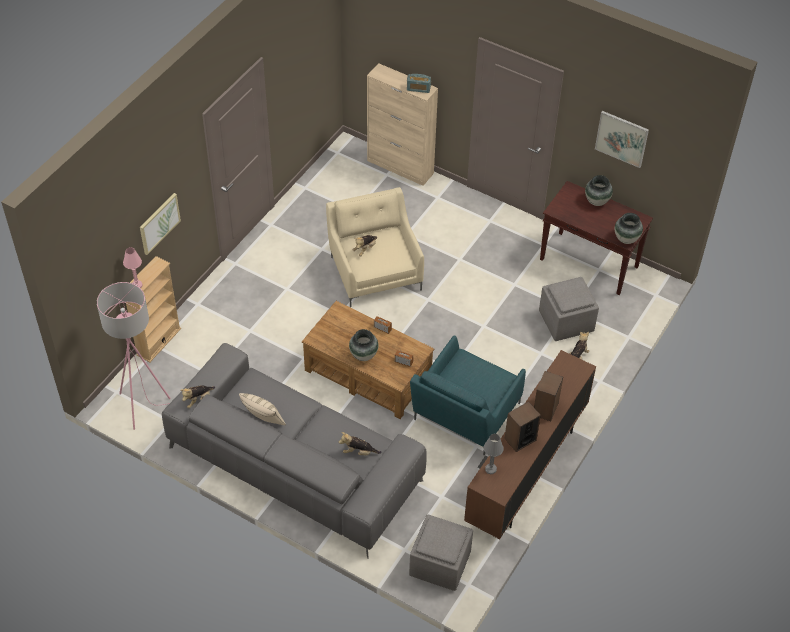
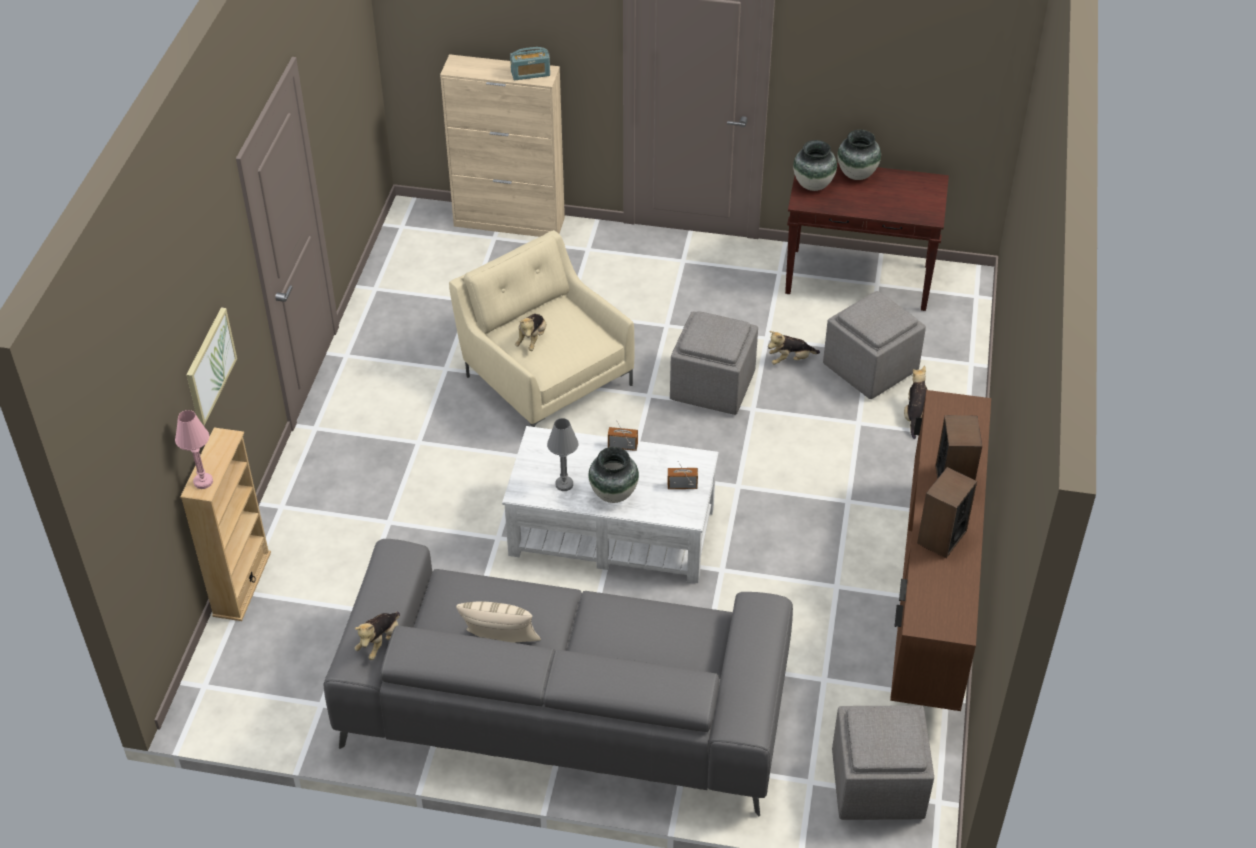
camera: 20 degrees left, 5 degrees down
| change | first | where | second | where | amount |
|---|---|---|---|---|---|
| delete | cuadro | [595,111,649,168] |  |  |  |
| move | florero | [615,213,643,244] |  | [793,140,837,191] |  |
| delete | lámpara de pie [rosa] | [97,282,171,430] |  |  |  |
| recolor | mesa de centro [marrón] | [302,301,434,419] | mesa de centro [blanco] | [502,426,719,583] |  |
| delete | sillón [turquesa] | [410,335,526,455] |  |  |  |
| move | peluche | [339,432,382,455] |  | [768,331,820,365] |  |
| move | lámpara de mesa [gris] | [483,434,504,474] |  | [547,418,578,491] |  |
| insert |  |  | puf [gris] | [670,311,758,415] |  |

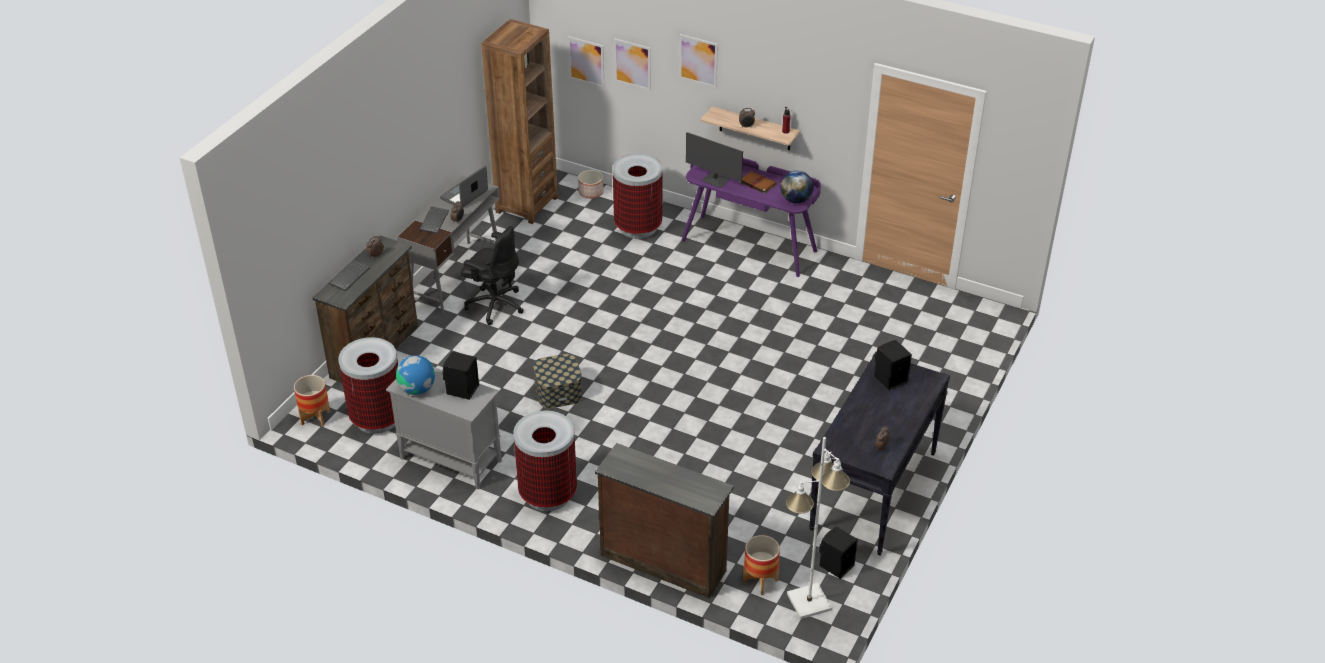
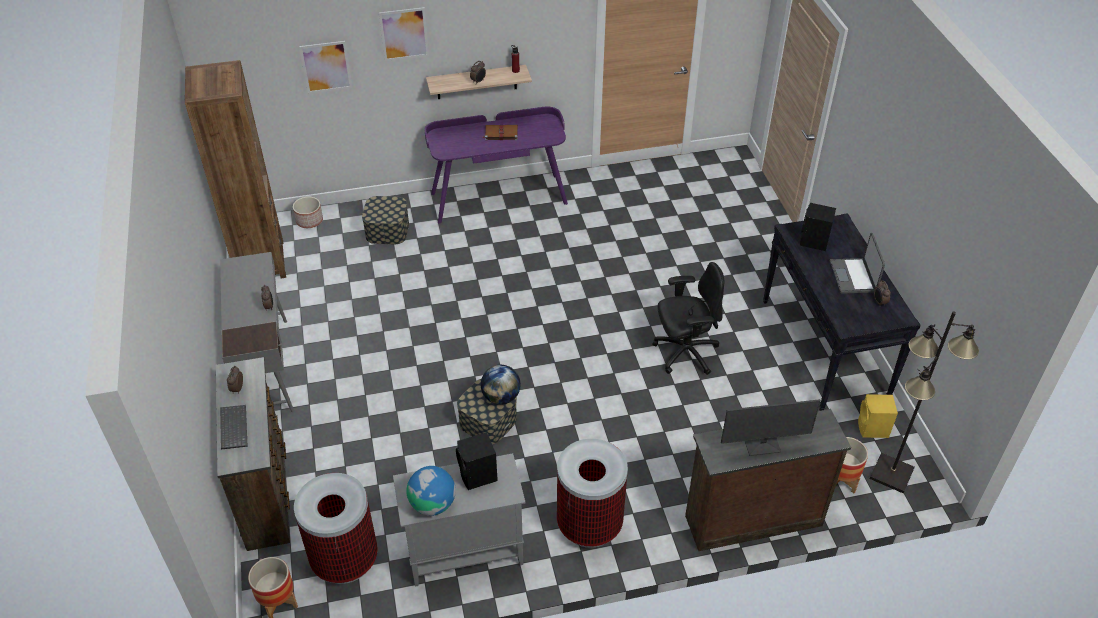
camera: 40 degrees left, 5 degrees up
| change | first | where | second | where | amount |
|---|---|---|---|---|---|
| delete | cuadro | [568,36,604,88] |  |  |  |
| move | monitor | [686,132,743,188] |  | [721,399,821,456] |  |
| replace | papelera | [613,154,662,239] | caja de almacenaje | [362,196,409,244] |  |
| move | portátil | [440,165,488,207] |  | [830,233,885,294] |  |
| move | globo terráqueo | [780,170,813,203] |  | [481,365,521,405] |  |
| delete | teclado | [419,206,449,234] |  |  |  |
| move | silla de oficina [negro] | [460,226,524,325] |  | [652,262,724,375] |  |
| recolor | lámpara de pie [blanco] | [786,437,850,619] | lámpara de pie [negro] | [870,311,979,493] |  |
| recolor | altavoz [negro] | [819,526,858,579] | altavoz [amarillo] | [858,394,898,438] |  |

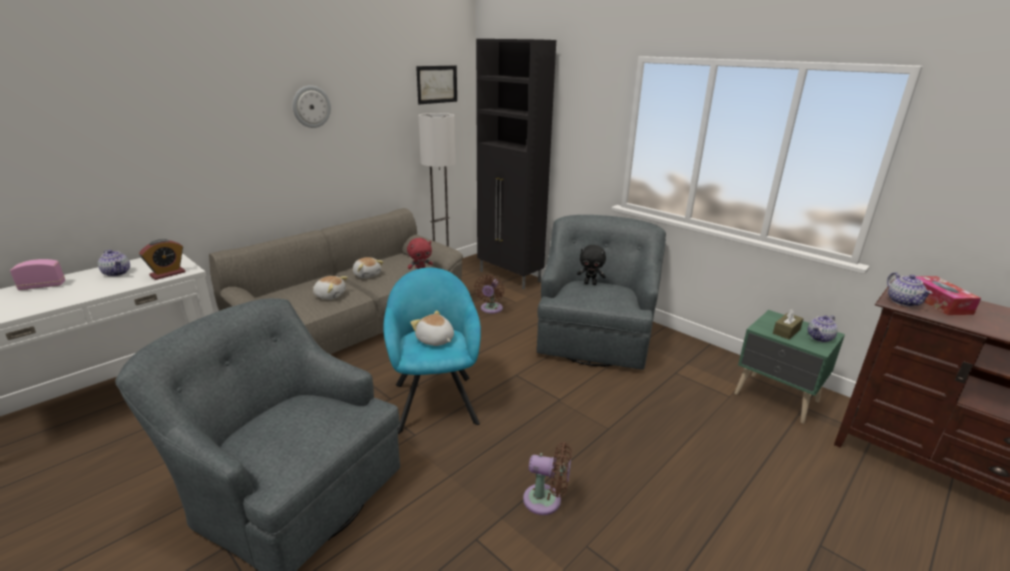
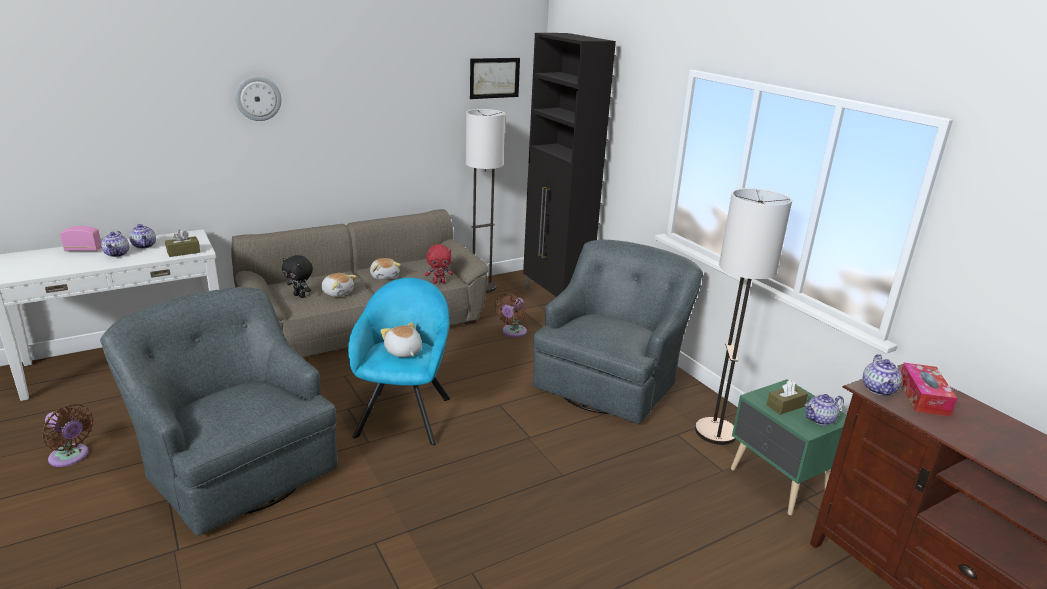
camera: 15 degrees right, 0 degrees up
| change | first | where | second | where | amount |
|---|---|---|---|---|---|
| move | reloj de pared | [293,85,331,128] |  | [235,76,281,121] |  |
| replace | despertador | [139,239,186,280] | caja de pañuelos [marrón] | [165,230,200,257] |  |
| move | peluche [negro] | [577,245,606,285] |  | [282,255,313,298] |  |
| move | ventilador [marrón] | [523,442,572,515] |  | [42,404,94,467] |  |
| insert |  |  | lámpara de pie | [695,188,792,445] |  |
| insert |  |  | tetera | [101,231,129,257] |  |

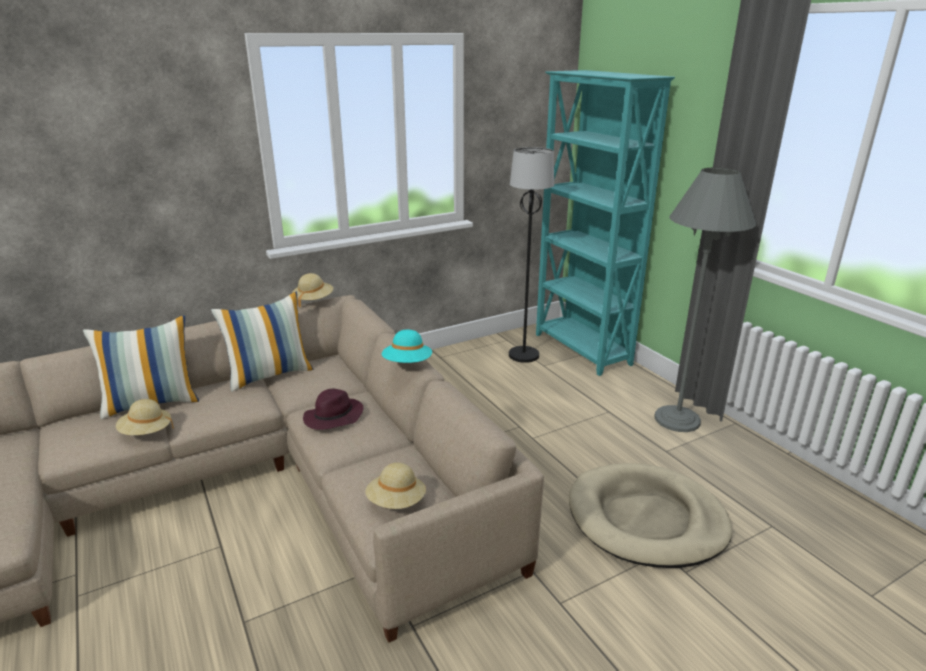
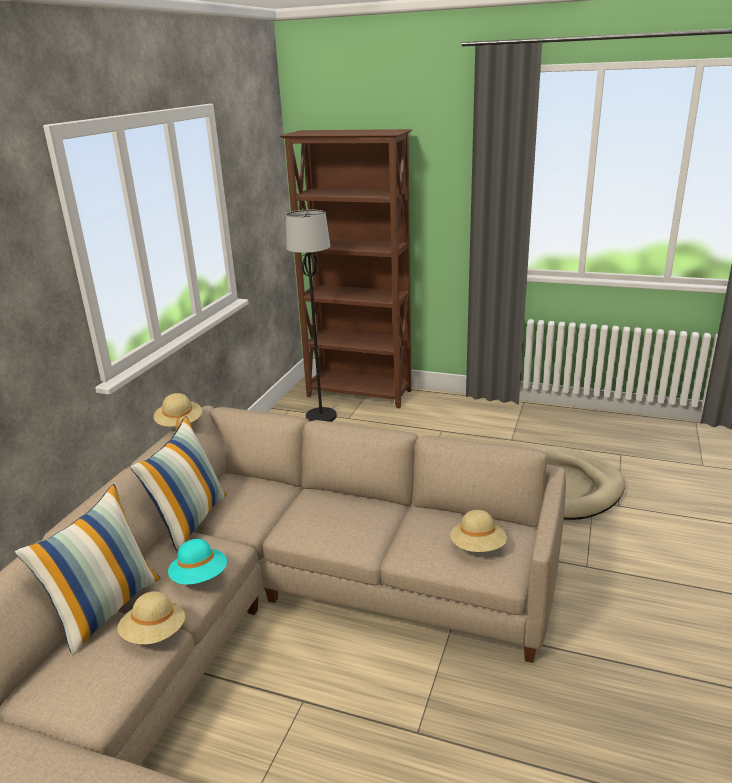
camera: 40 degrees left, 0 degrees up
| change | first | where | second | where | amount |
|---|---|---|---|---|---|
| recolor | estantería [turquesa] | [536,70,675,376] | estantería [marrón] | [279,129,412,408] |  |
| delete | lámpara de pie [gris] | [654,168,756,432] |  |  |  |
| move | sombrero [turquesa] | [382,330,432,363] |  | [168,539,227,585] |  |
| delete | sombrero [morado] | [303,389,364,430] |  |  |  |

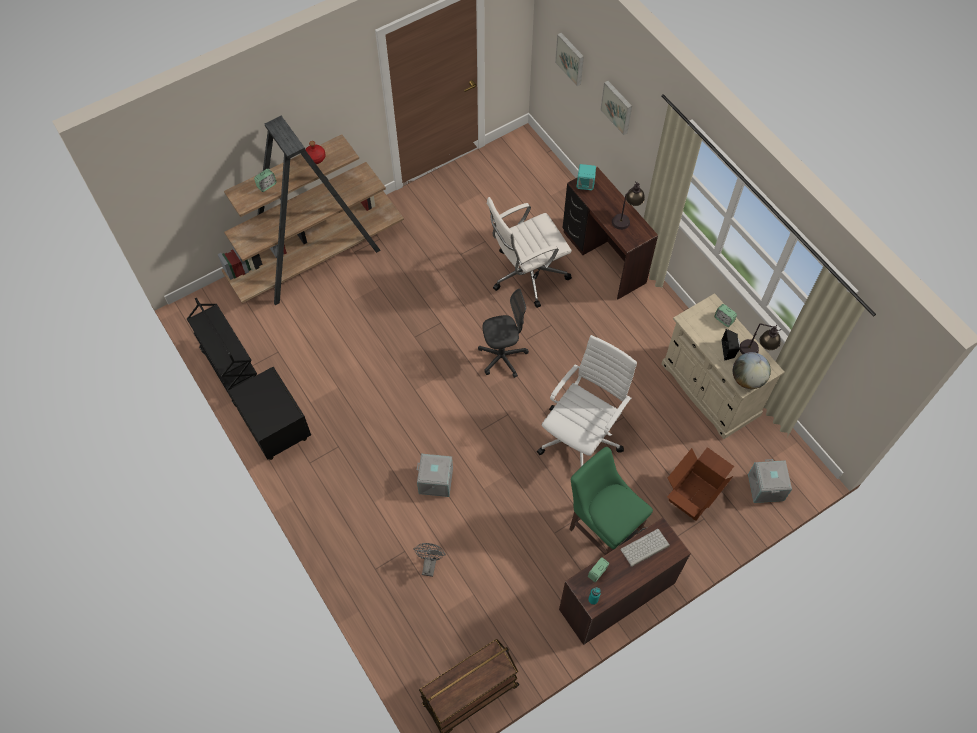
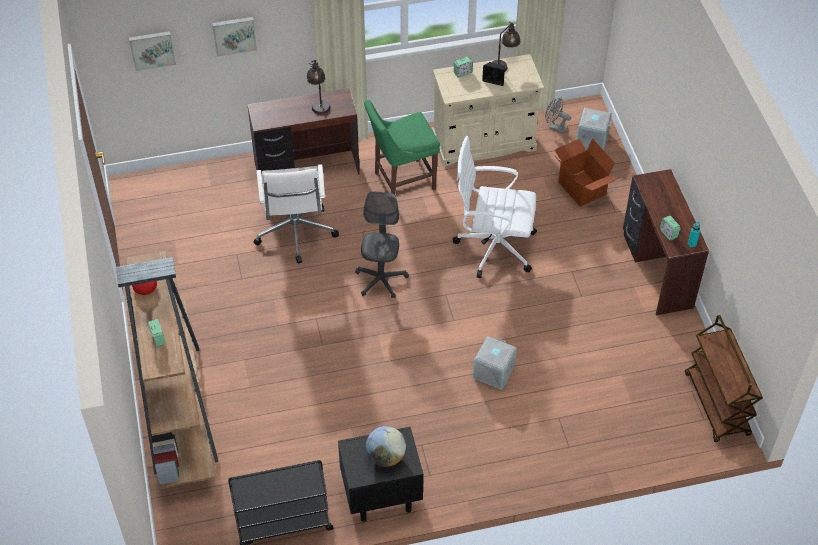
camera: 70 degrees left, 10 degrees down
| change | first | where | second | where | amount |
|---|---|---|---|---|---|
| delete | altavoz [turquesa] | [577,164,596,190] |  |  |  |
| rotate | silla de oficina [blanco] | [537,335,637,467] |  | [453,136,537,278] | 45 degrees counterclockwise |
| move | globo terráqueo | [733,352,771,389] |  | [366,426,406,467] |  |
| move | silla [verde] | [569,447,653,555] |  | [364,100,440,194] |  |
| delete | teclado | [620,529,670,567] |  |  |  |
| move | ventilador [gris] | [413,543,446,577] |  | [545,97,571,134] |  |

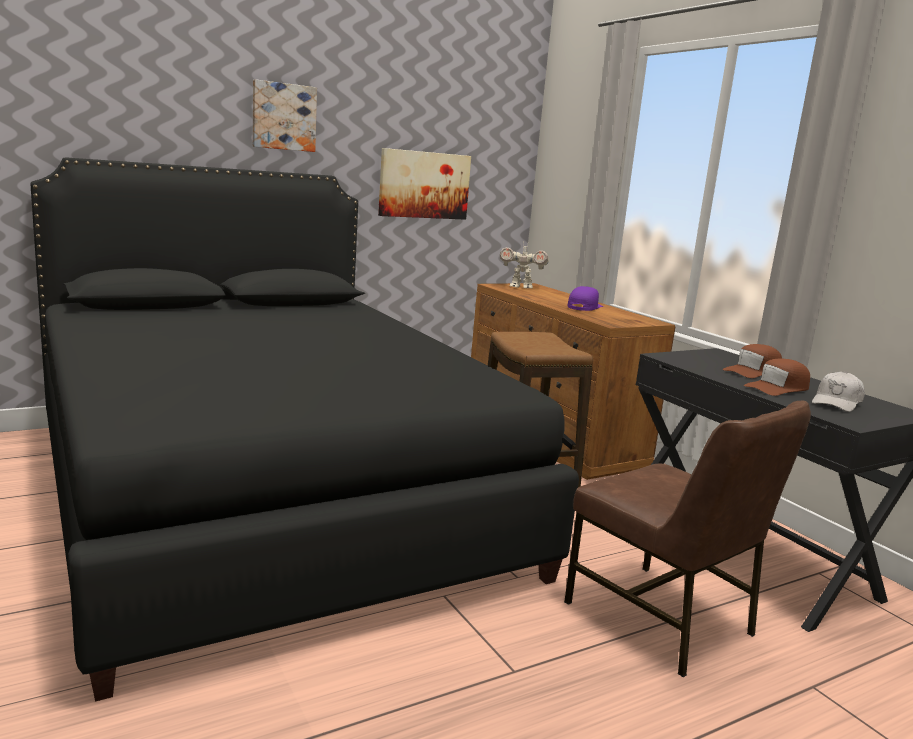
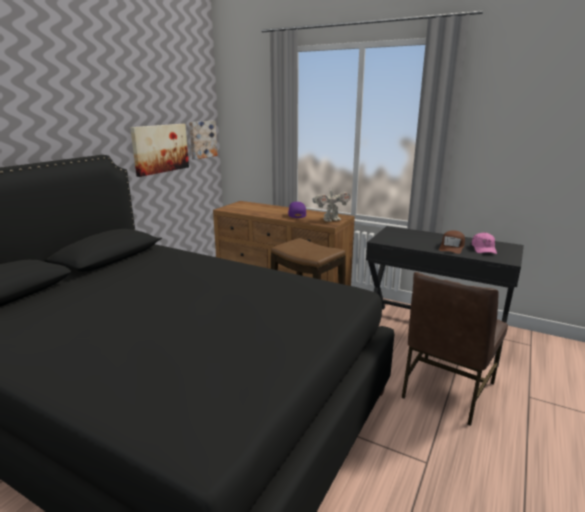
camera: 30 degrees left, 5 degrees up
| change | first | where | second | where | amount |
|---|---|---|---|---|---|
| move | cuadro | [253,79,317,152] |  | [189,121,218,160] |  |
| move | robot de juguete | [500,241,549,288] |  | [312,188,351,222] |  |
| delete | gorra [marrón] | [723,344,782,378] |  |  |  |
| recolor | gorra [blanco] | [812,371,865,412] | gorra [rosa] | [471,232,497,254] |  |
| rotate | silla [marrón] | [564,401,811,677] |  | [401,272,508,426] | 105 degrees clockwise |

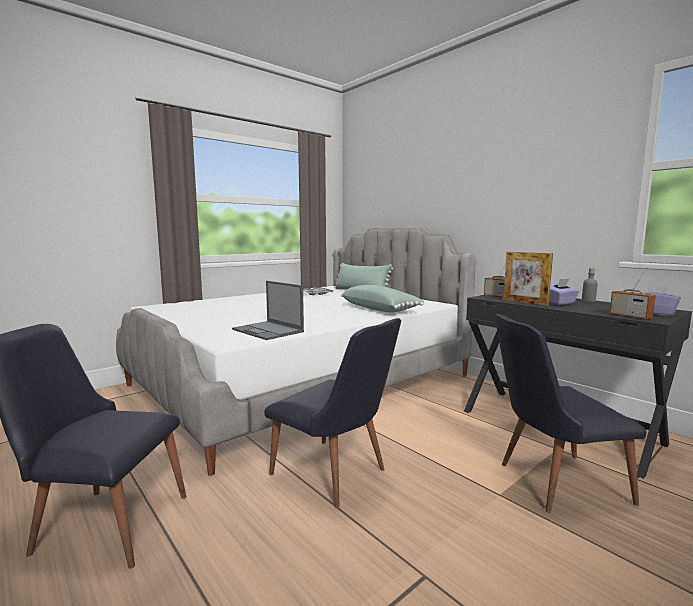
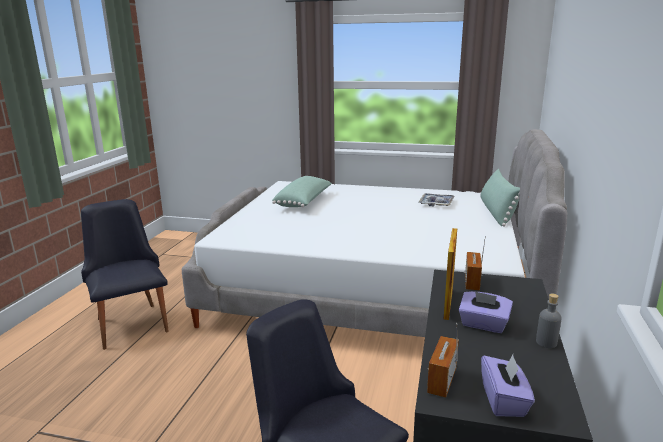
camera: 55 degrees right, 10 degrees up
| change | first | where | second | where | amount |
|---|---|---|---|---|---|
| delete | portátil | [232,281,304,340] |  |  |  |
| move | cojín [verde] | [341,285,424,312] |  | [272,176,332,207] |  |
| delete | silla [negro] | [264,318,401,508] |  |  |  |

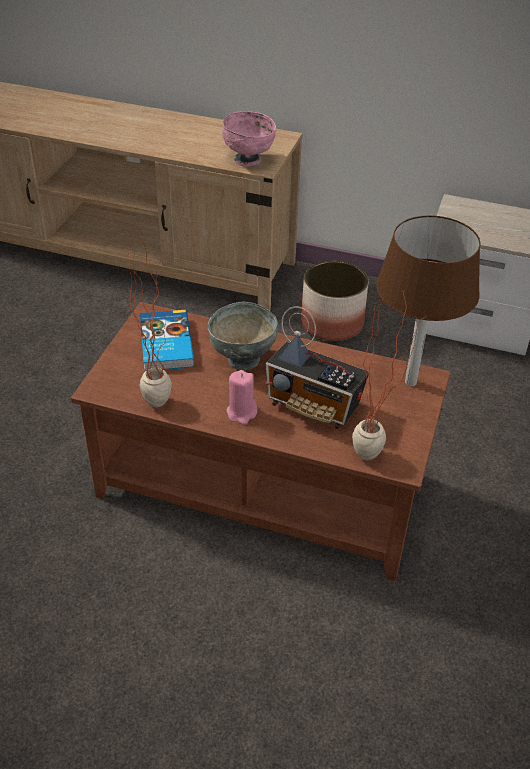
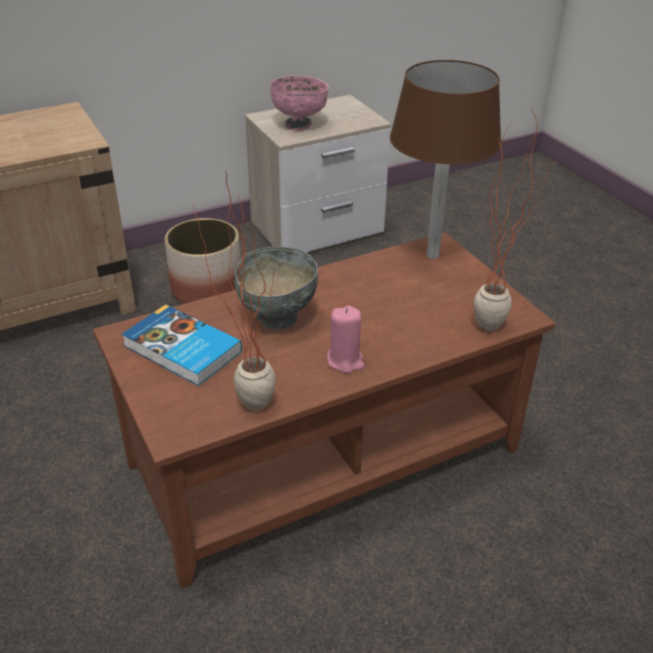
camera: 45 degrees left, 5 degrees down
| change | first | where | second | where | amount |
|---|---|---|---|---|---|
| move | cuenco [rosa] | [222,111,276,167] |  | [270,76,329,131] |  |
| delete | radio | [266,306,369,429] |  |  |  |

